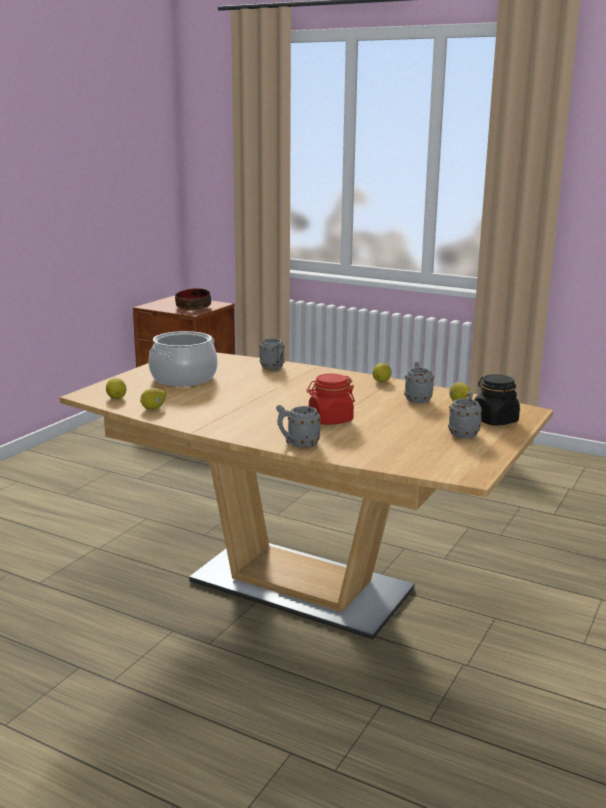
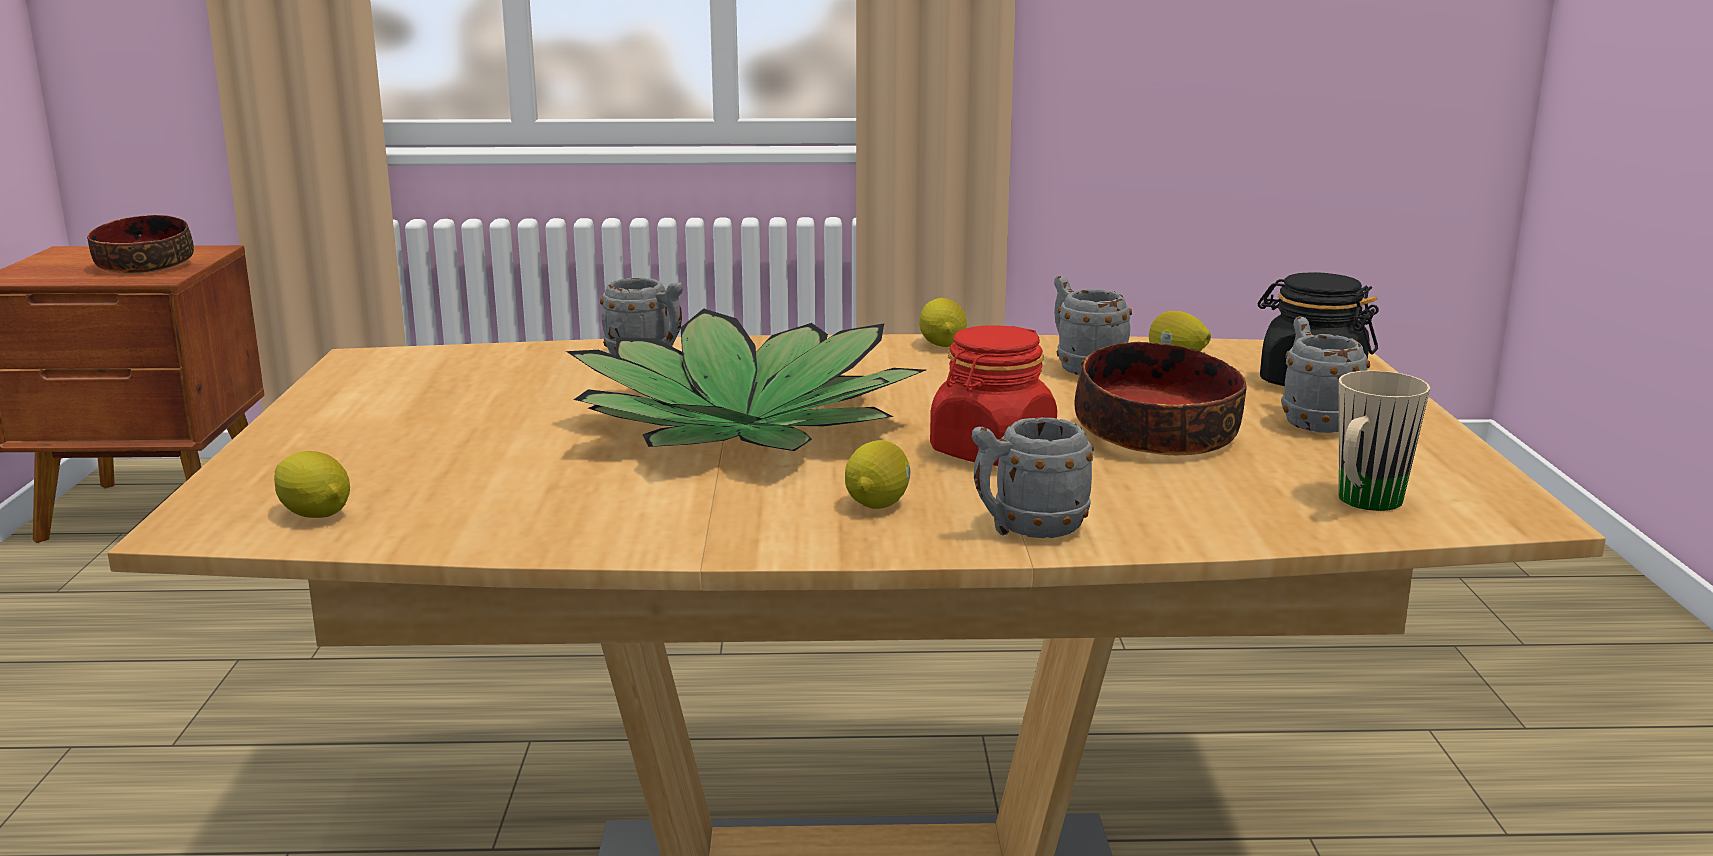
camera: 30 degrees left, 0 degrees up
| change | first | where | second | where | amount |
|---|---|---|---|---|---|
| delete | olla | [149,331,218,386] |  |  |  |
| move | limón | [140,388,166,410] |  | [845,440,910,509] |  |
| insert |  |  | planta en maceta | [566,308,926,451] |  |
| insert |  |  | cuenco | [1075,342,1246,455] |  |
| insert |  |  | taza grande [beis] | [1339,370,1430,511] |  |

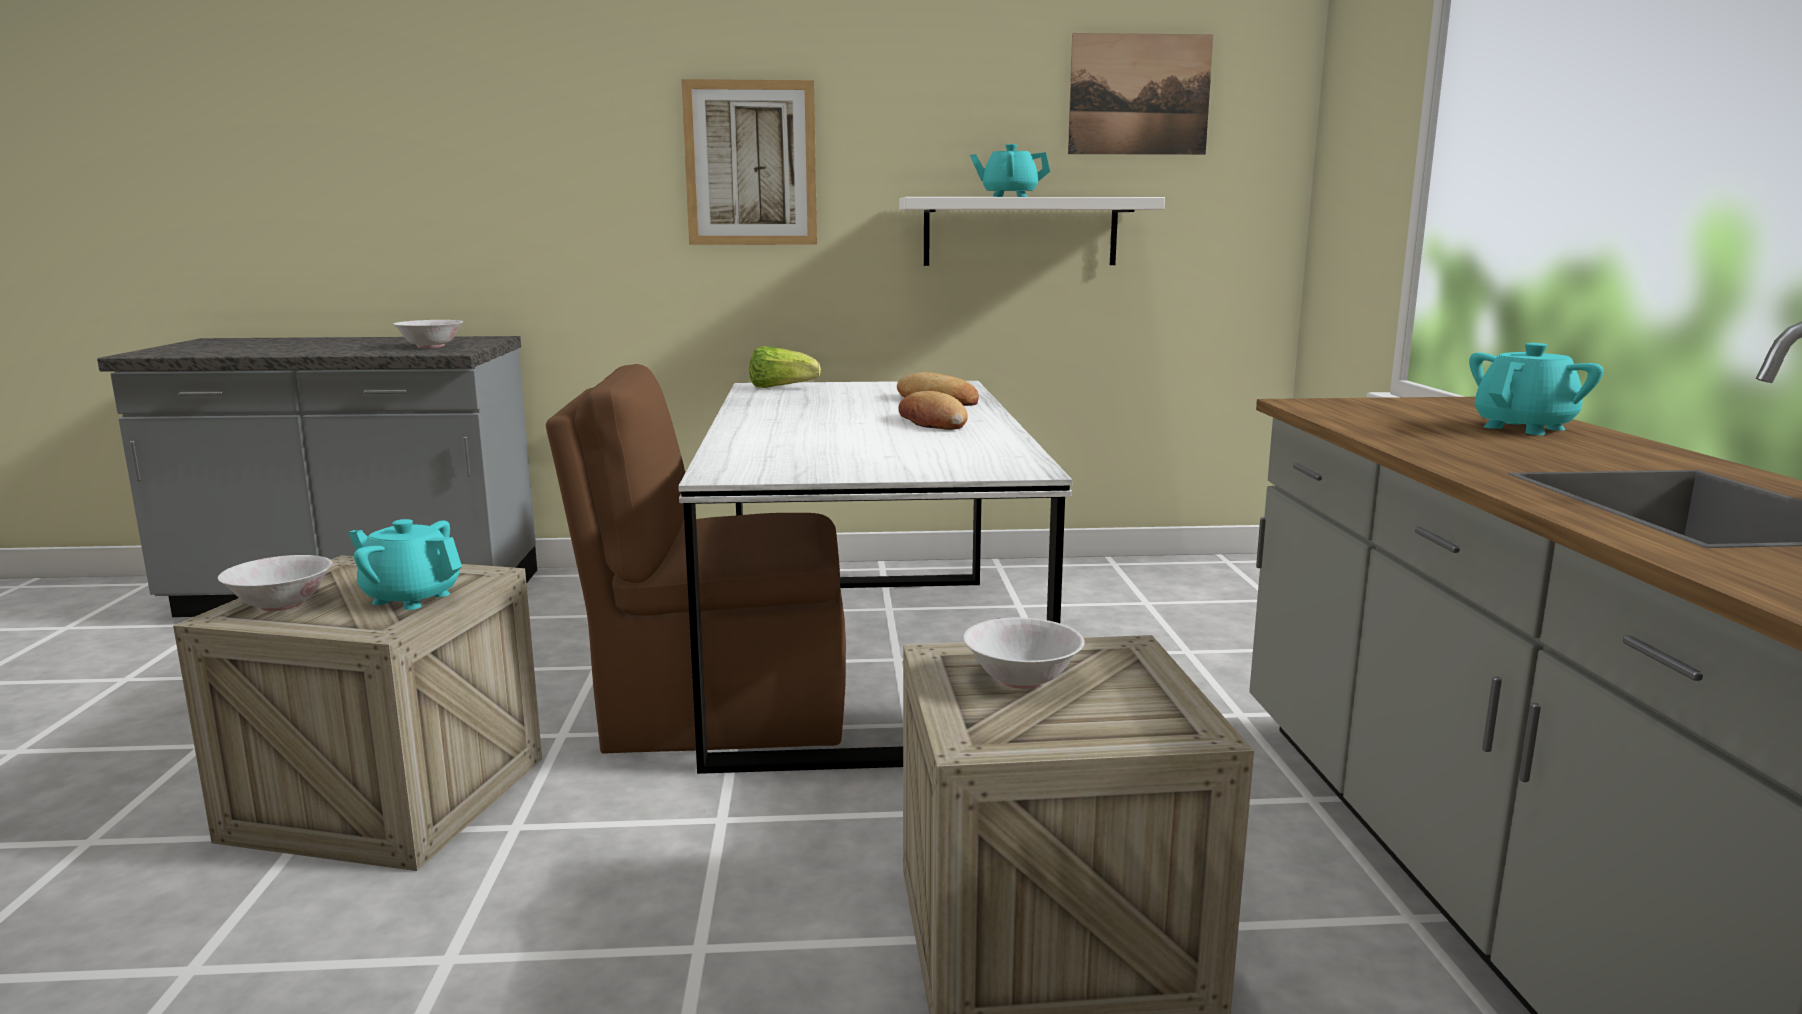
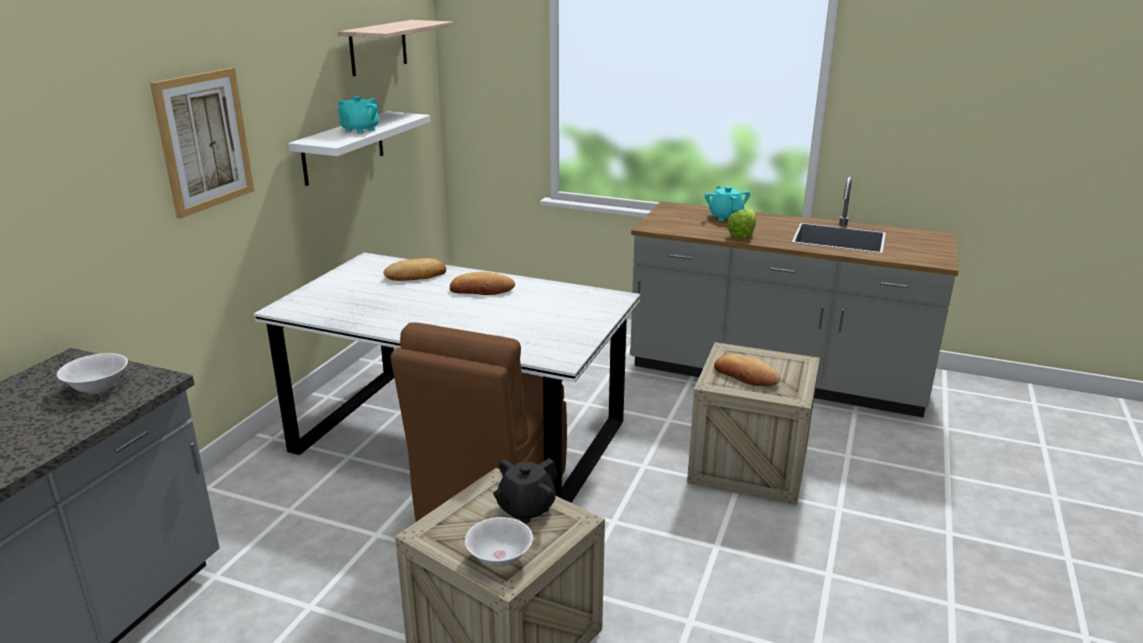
camera: 65 degrees left, 10 degrees up
| change | first | where | second | where | amount |
|---|---|---|---|---|---|
| replace | cuadro | [1068,33,1214,155] | estante | [338,20,453,76] |  |
| move | lechuga | [749,346,821,388] |  | [727,209,756,239] |  |
| recolor | tetera [turquesa] | [349,519,462,610] | tetera [negro] | [493,458,558,523] |  |
| replace | cuenco [blanco] | [963,617,1084,689] | pan | [714,354,780,386] |  |

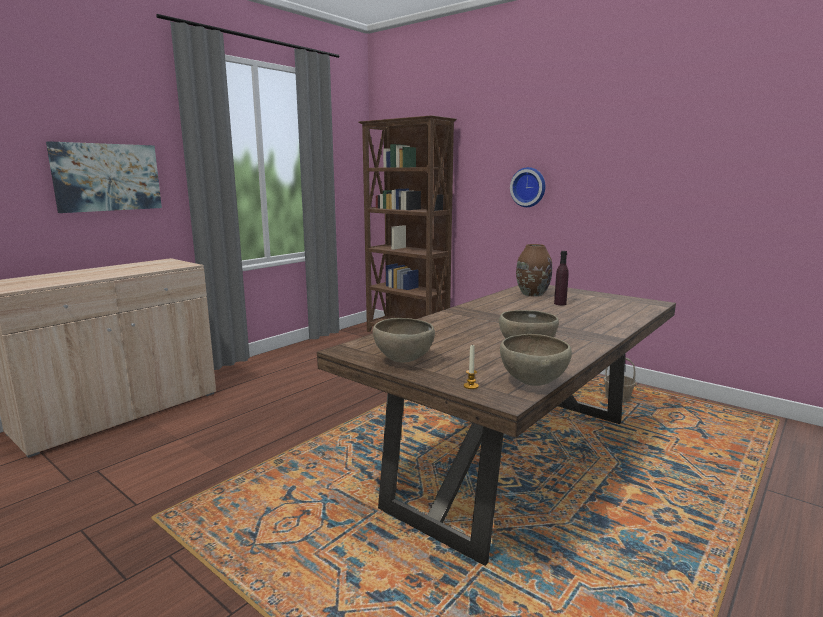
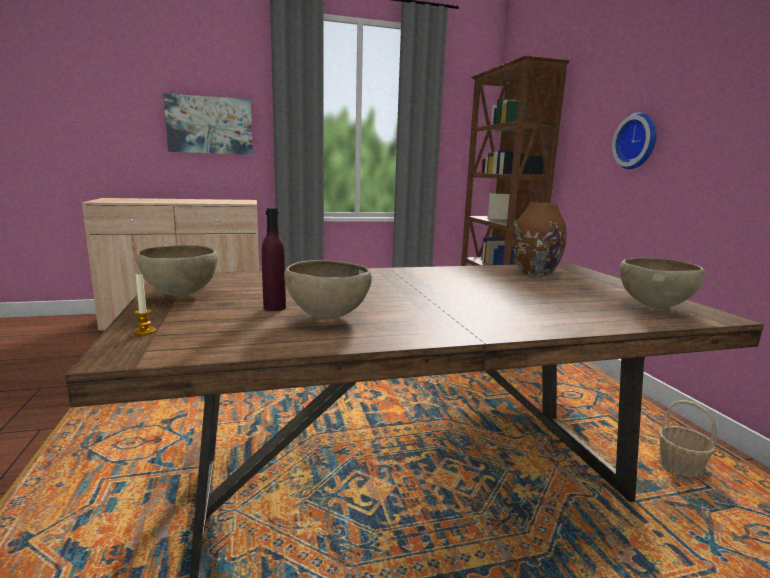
camera: 35 degrees right, 0 degrees up
| change | first | where | second | where | amount |
|---|---|---|---|---|---|
| move | botella [morado] | [554,251,569,305] |  | [262,208,286,311] |  |
| move | cuenco [marrón] | [500,334,572,386] |  | [620,258,705,308] |  |

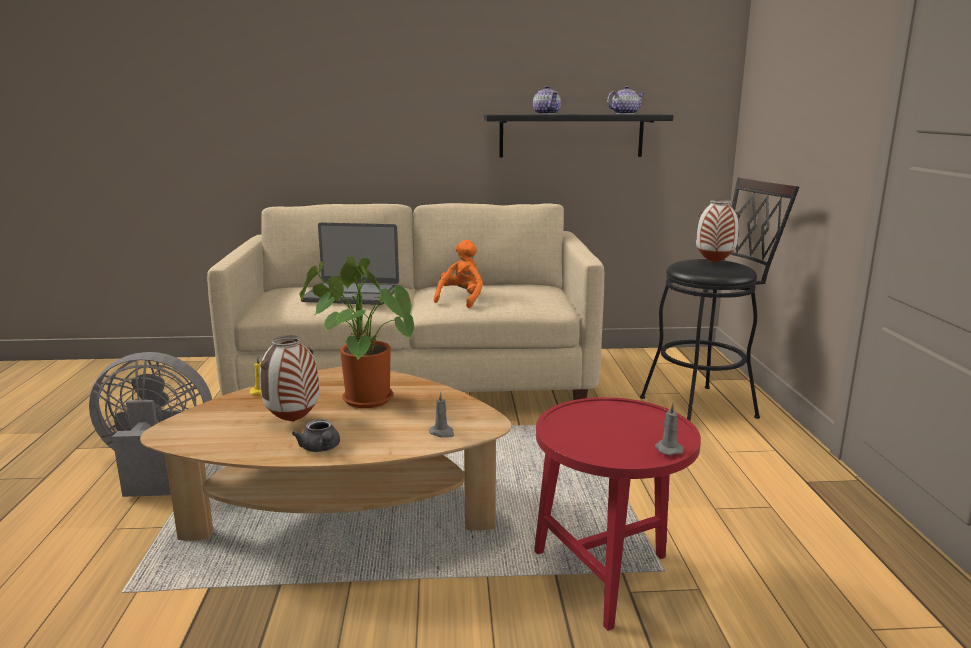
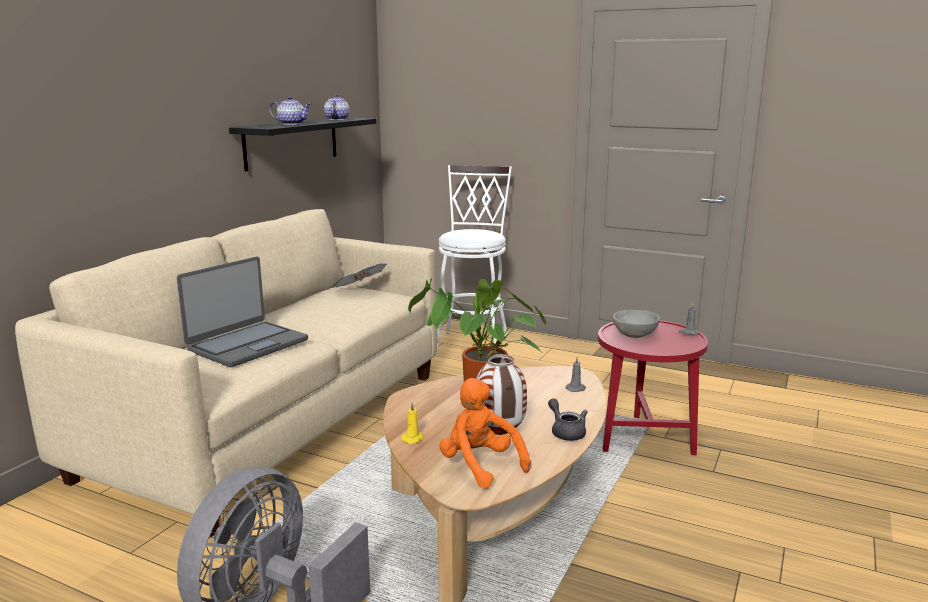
camera: 60 degrees left, 0 degrees up
| change | first | where | second | where | amount |
|---|---|---|---|---|---|
| recolor | taburete [negro] | [640,178,799,422] | taburete [blanco] | [436,165,512,355] |  |
| delete | florero | [696,200,740,263] |  |  |  |
| move | peluche [naranja] | [434,240,483,308] |  | [439,378,531,489] |  |
| rotate | tetera [gris] | [292,419,340,452] |  | [548,399,588,441] | 120 degrees counterclockwise |
| insert |  |  | periódico | [331,263,387,288] |  |
| insert |  |  | cuenco [gris] | [613,310,660,338] |  |

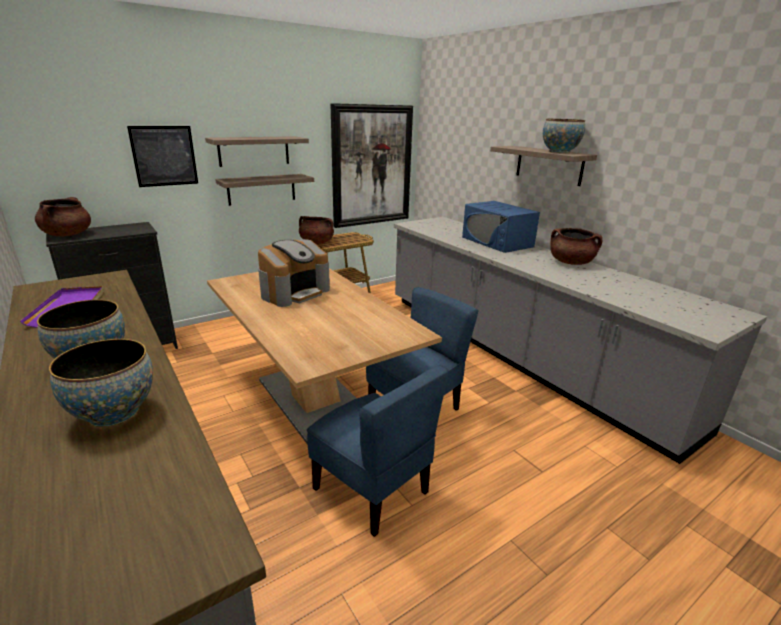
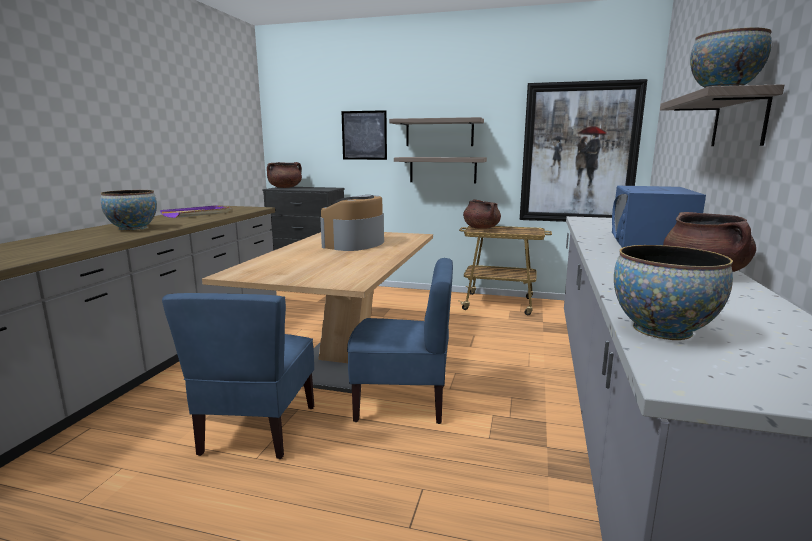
camera: 50 degrees right, 10 degrees down
| change | first | where | second | where | amount |
|---|---|---|---|---|---|
| rotate | cafetera | [258,239,330,307] |  | [320,195,384,251] | 120 degrees clockwise |
| move | cuenco | [49,339,153,427] |  | [614,245,733,340] |  |

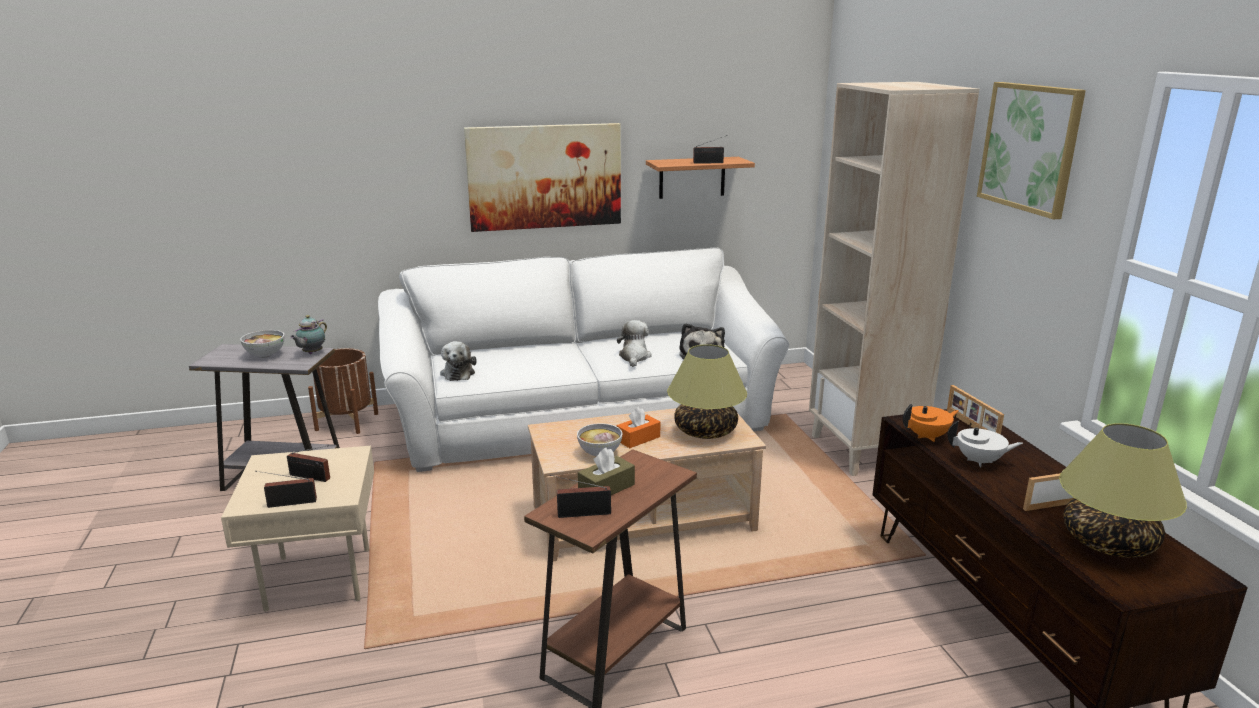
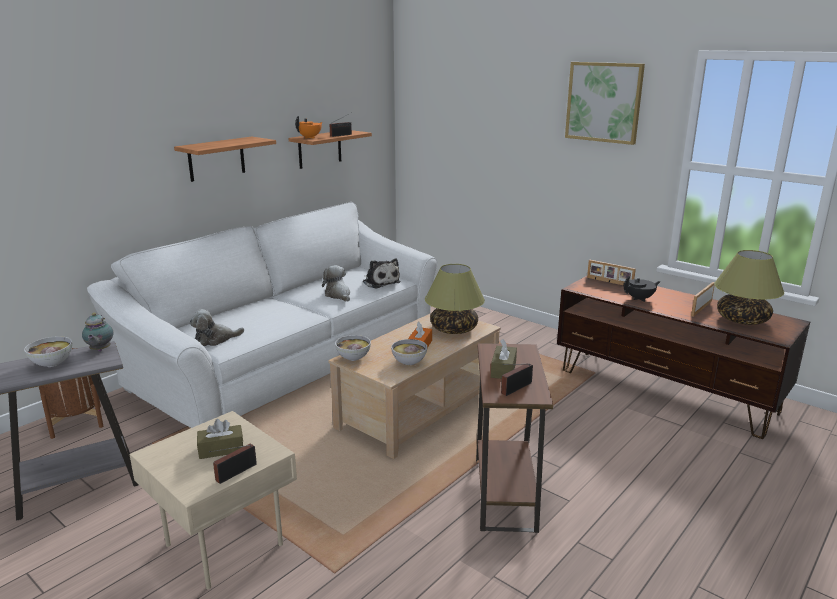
camera: 35 degrees left, 0 degrees up
| change | first | where | second | where | amount |
|---|---|---|---|---|---|
| delete | estantería [beis] | [809,82,979,476] |  |  |  |
| replace | cuadro | [464,123,621,232] | estante | [174,137,276,182] |  |
| rotate | peluche | [440,341,477,381] |  | [190,309,244,346] | 105 degrees clockwise |
| move | tetera [naranja] | [903,404,959,442] |  | [295,116,323,139] |  |
| recolor | tetera [blanco] | [948,421,1023,467] | tetera [negro] | [624,276,661,302] |  |
| replace | radio | [287,445,330,482] | caja de pañuelos [marrón] | [197,419,243,459] |  |
| insert |  |  | cuenco | [335,335,371,361] |  |

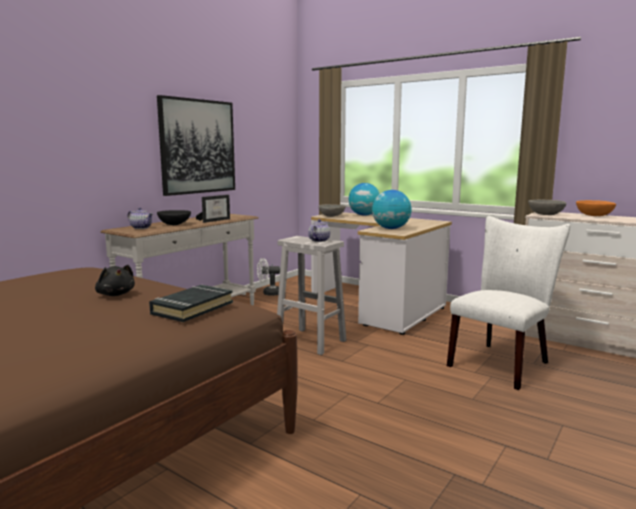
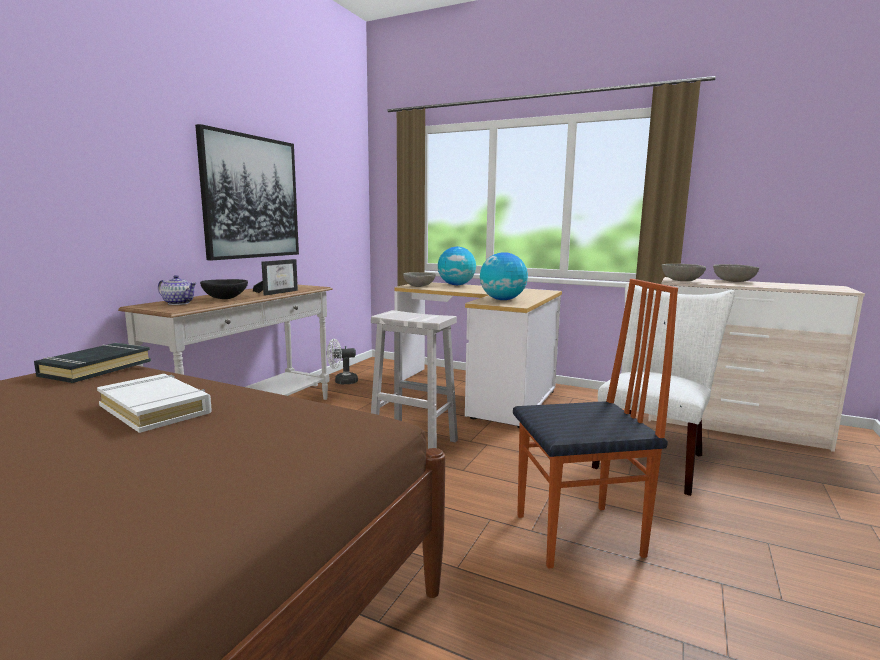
camera: 10 degrees left, 0 degrees up
| change | first | where | second | where | amount |
|---|---|---|---|---|---|
| recolor | cuenco [naranja] | [576,200,616,216] | cuenco [gris] | [713,264,759,282] |  |
| delete | tetera | [308,219,330,242] |  |  |  |
| replace | peluche [negro] | [95,265,135,296] | libro [blanco] | [97,374,212,433] |  |
| move | libro [negro] | [149,285,233,322] |  | [34,343,151,383] |  |
| insert |  |  | silla | [513,279,678,569] |  |

